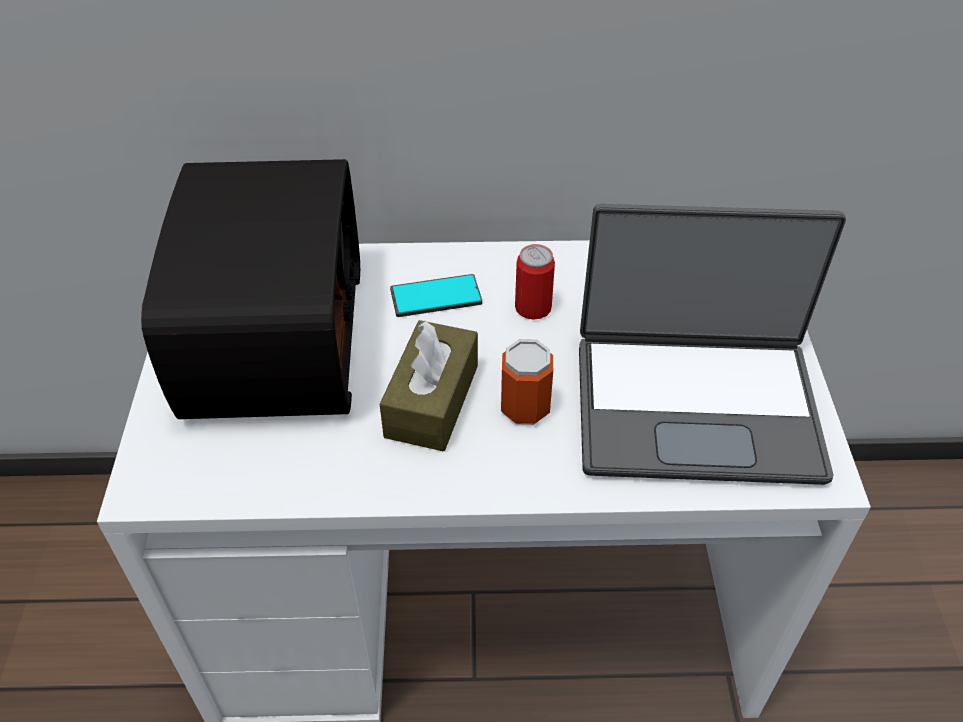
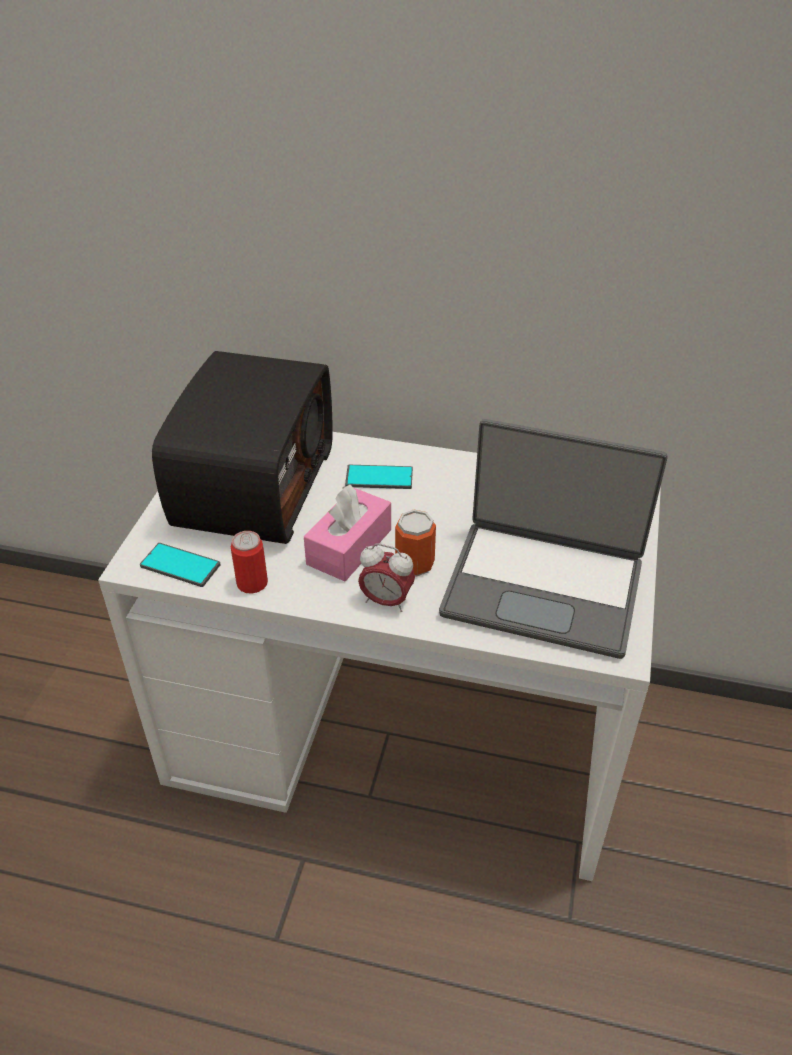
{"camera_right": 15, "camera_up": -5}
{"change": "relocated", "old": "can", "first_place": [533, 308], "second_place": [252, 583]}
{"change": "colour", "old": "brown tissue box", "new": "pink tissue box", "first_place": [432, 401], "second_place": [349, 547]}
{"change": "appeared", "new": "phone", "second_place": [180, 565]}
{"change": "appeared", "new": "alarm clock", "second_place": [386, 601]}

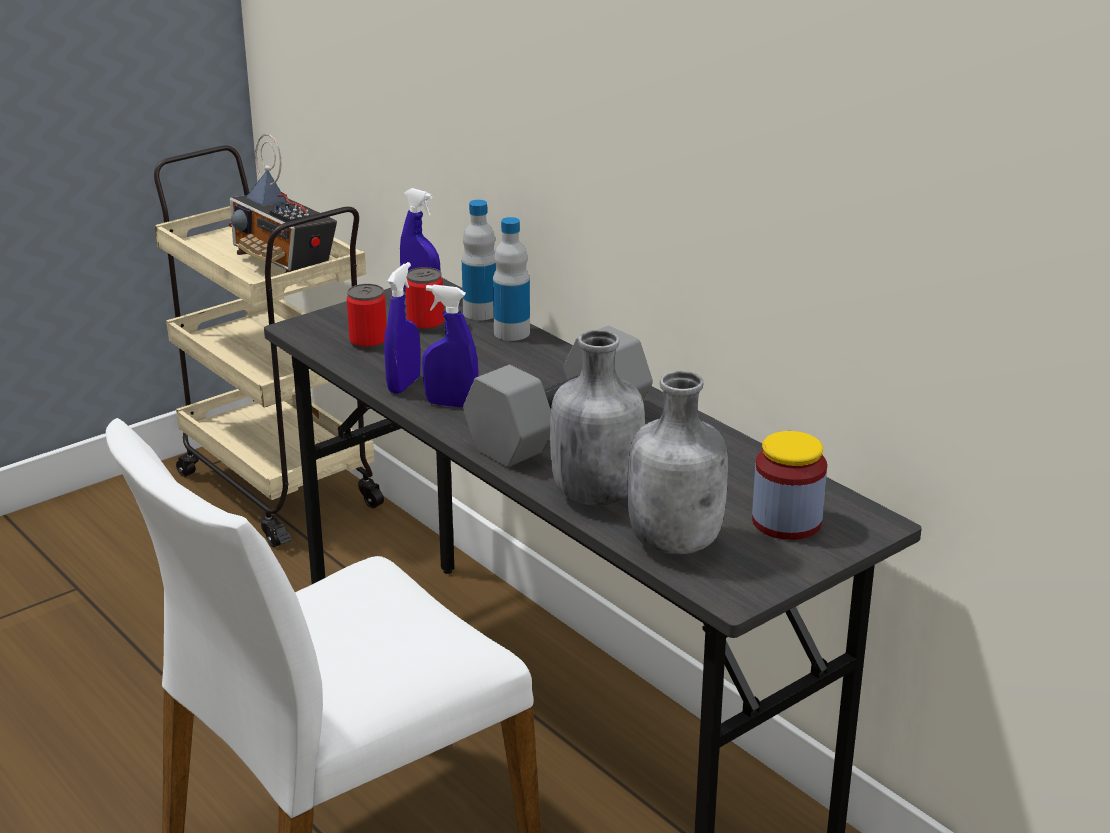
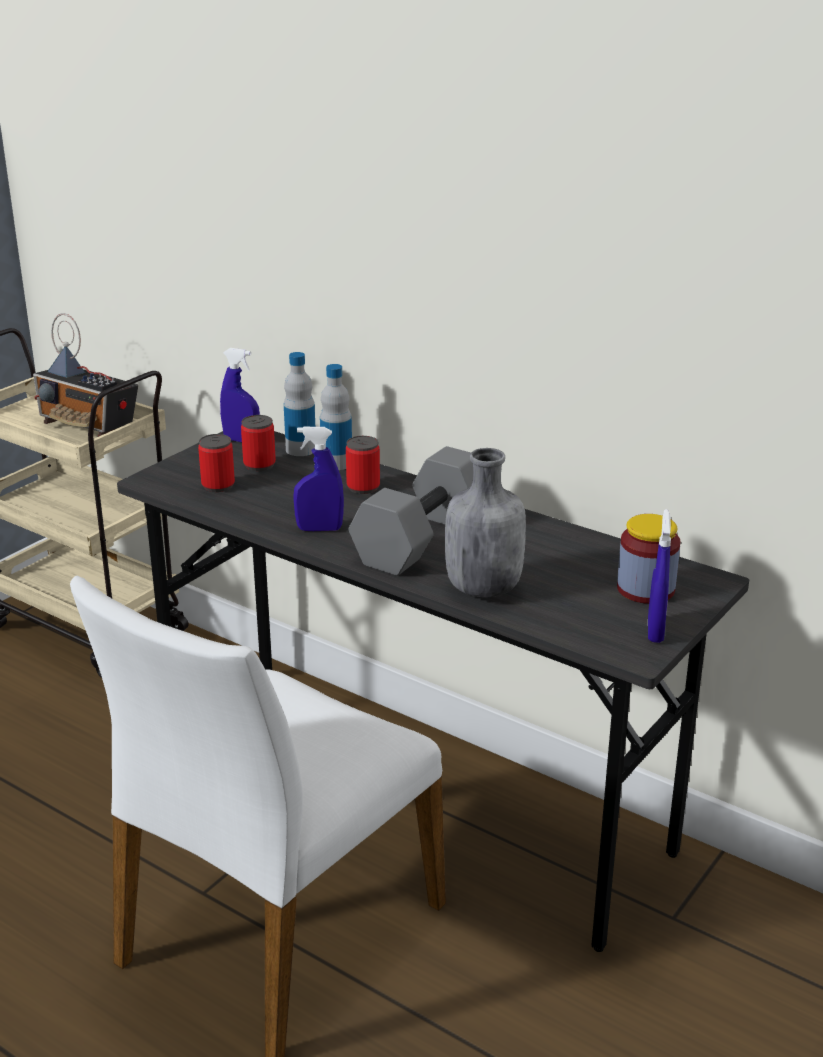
{"camera_right": -15, "camera_up": 0}
{"change": "relocated", "old": "blue spray bottle", "first_place": [404, 385], "second_place": [655, 631]}
{"change": "missing", "old": "grey bottle", "first_place": [676, 542]}
{"change": "appeared", "new": "can", "second_place": [363, 487]}

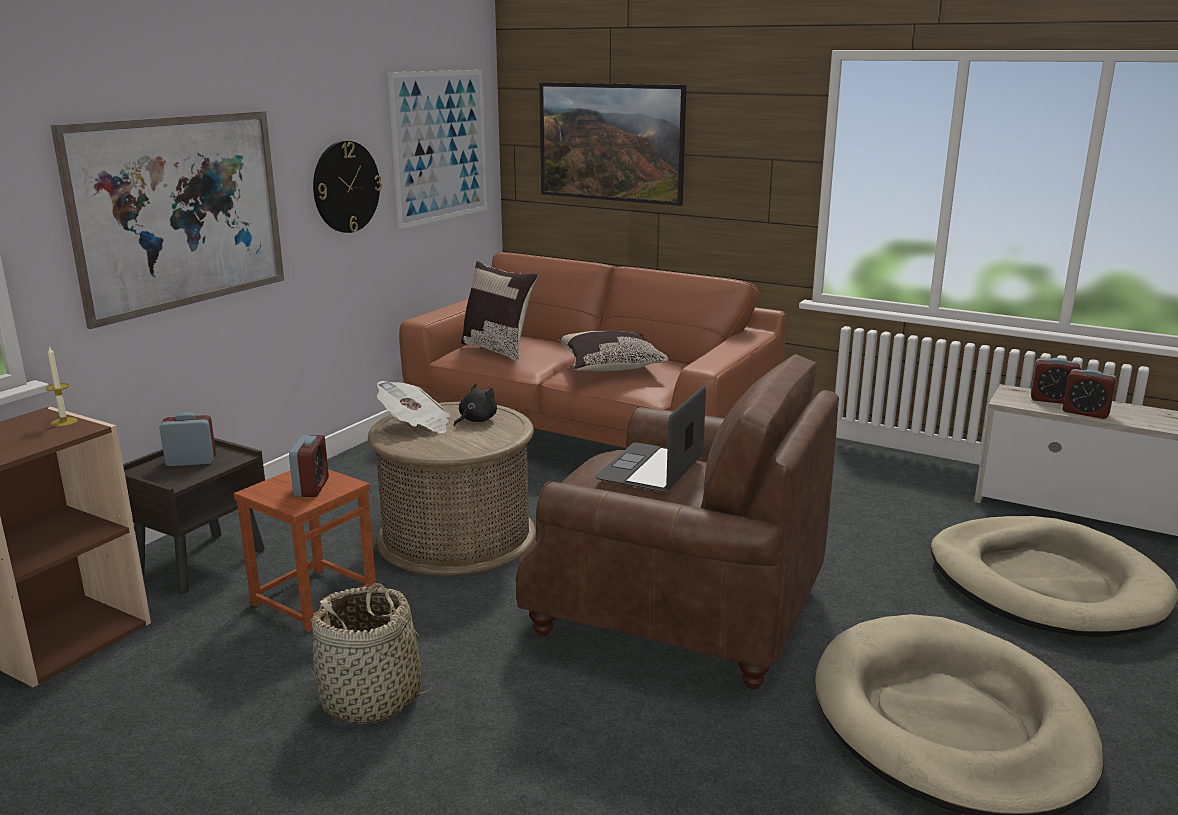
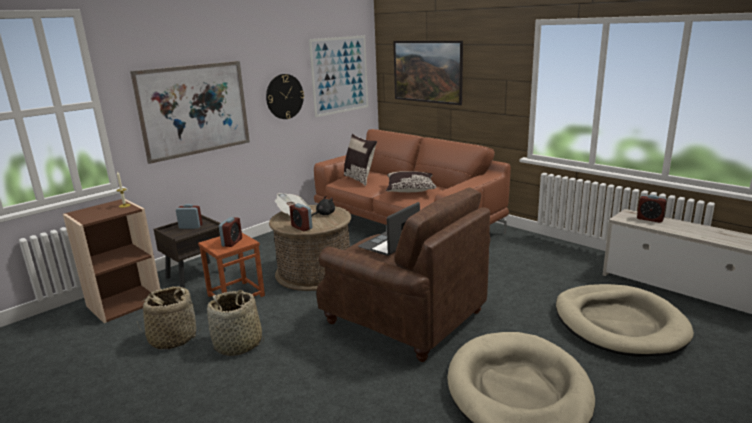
{"camera_right": 15, "camera_up": 0}
{"change": "relocated", "old": "alarm clock", "first_place": [1085, 413], "second_place": [301, 227]}
{"change": "appeared", "new": "basket", "second_place": [173, 338]}

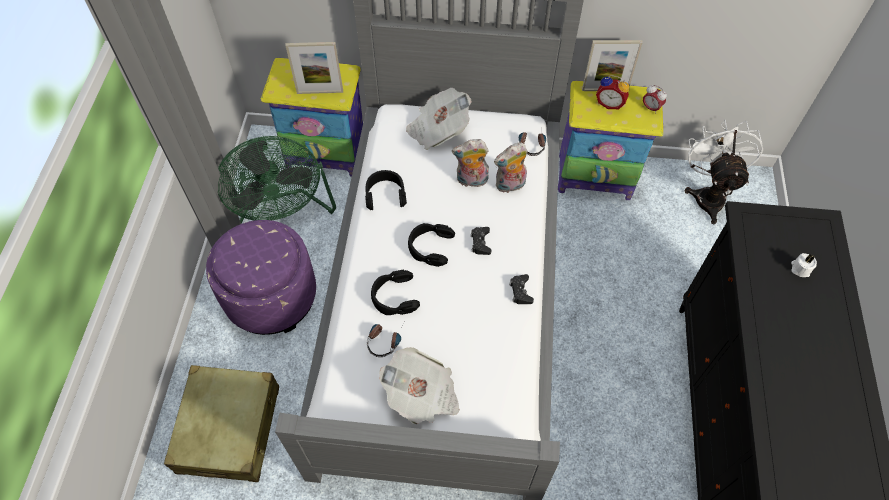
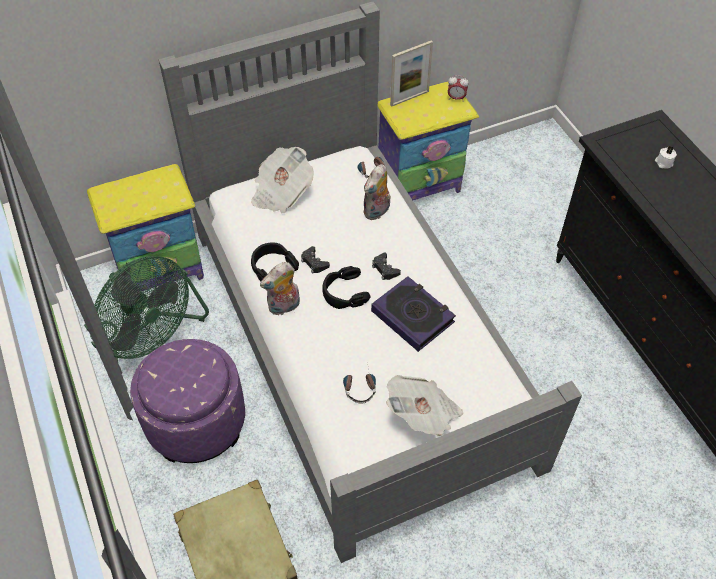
{"camera_right": -30, "camera_up": -5}
{"change": "missing", "old": "picture frame", "first_place": [320, 92]}
{"change": "missing", "old": "alarm clock", "first_place": [610, 103]}
{"change": "missing", "old": "white fan", "first_place": [708, 195]}
{"change": "relocated", "old": "plush toy", "first_place": [471, 181], "second_place": [284, 307]}
{"change": "missing", "old": "black headphones", "first_place": [394, 297]}
{"change": "relocated", "old": "black game controller", "first_place": [520, 291], "second_place": [314, 262]}
{"change": "appeared", "new": "book", "second_place": [413, 316]}

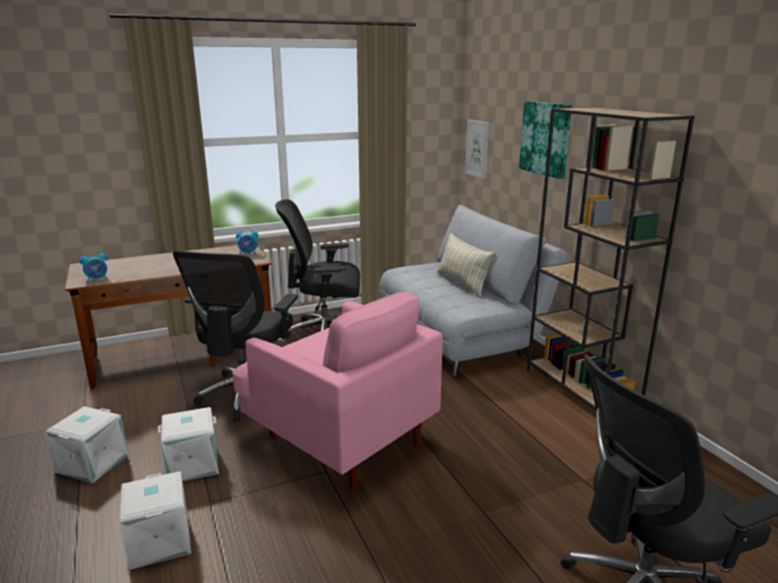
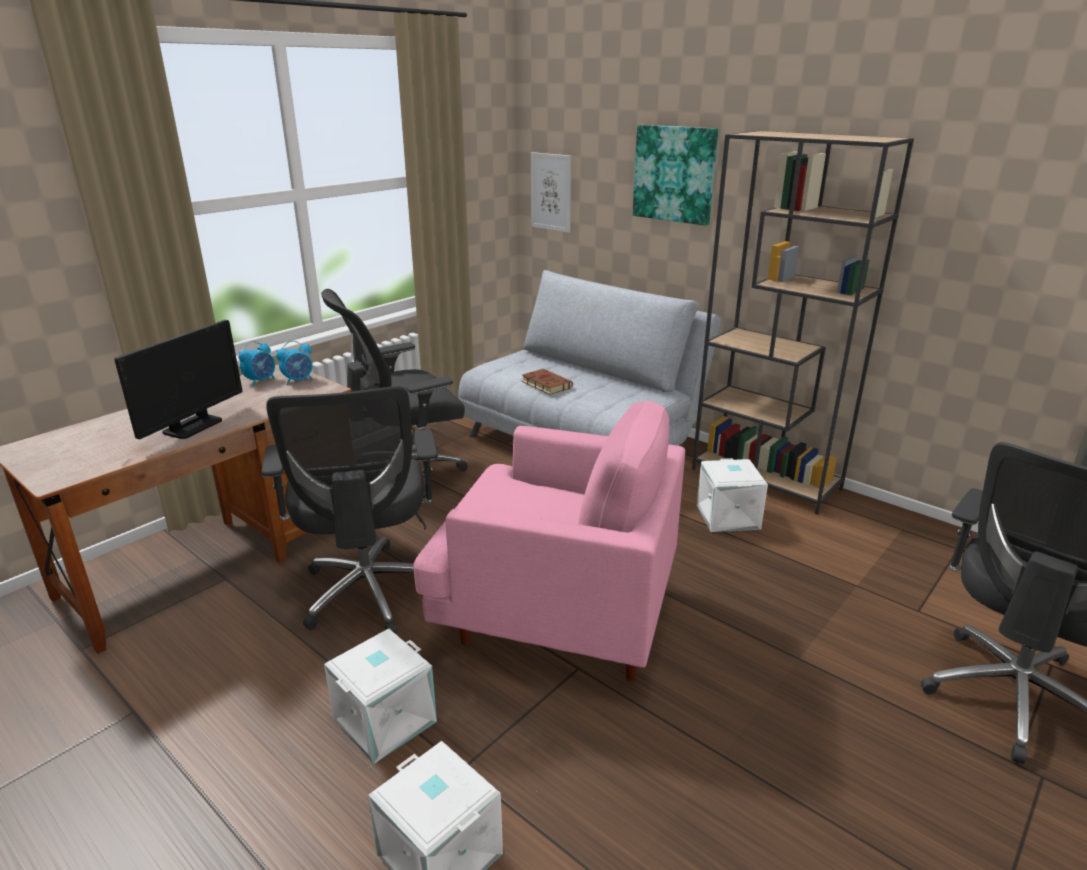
{"camera_right": -25, "camera_up": 5}
{"change": "missing", "old": "pillow", "first_place": [462, 283]}
{"change": "relocated", "old": "alarm clock", "first_place": [97, 279], "second_place": [261, 380]}
{"change": "relocated", "old": "white storage box", "first_place": [92, 463], "second_place": [726, 516]}
{"change": "appeared", "new": "monitor", "second_place": [192, 426]}
{"change": "appeared", "new": "brown book", "second_place": [545, 384]}

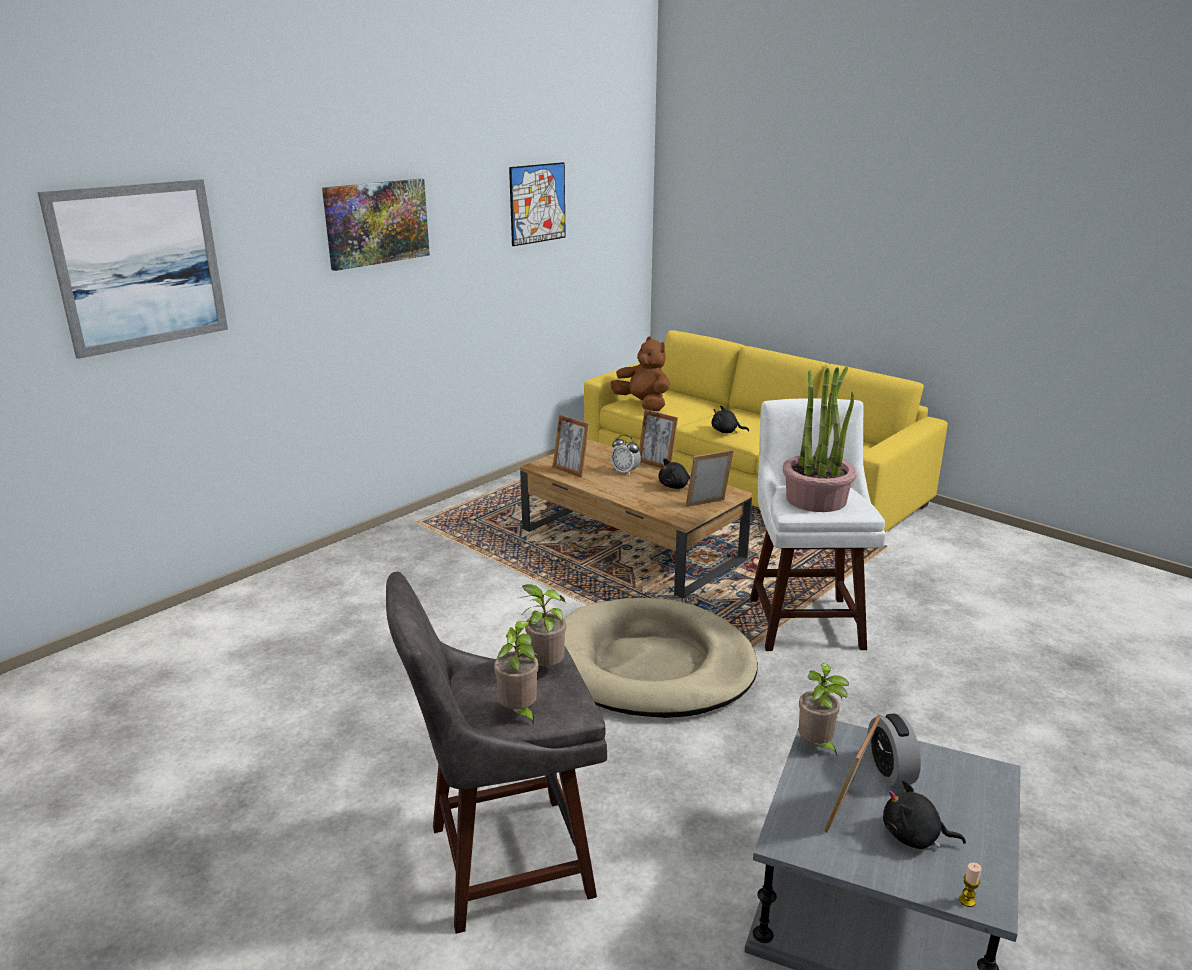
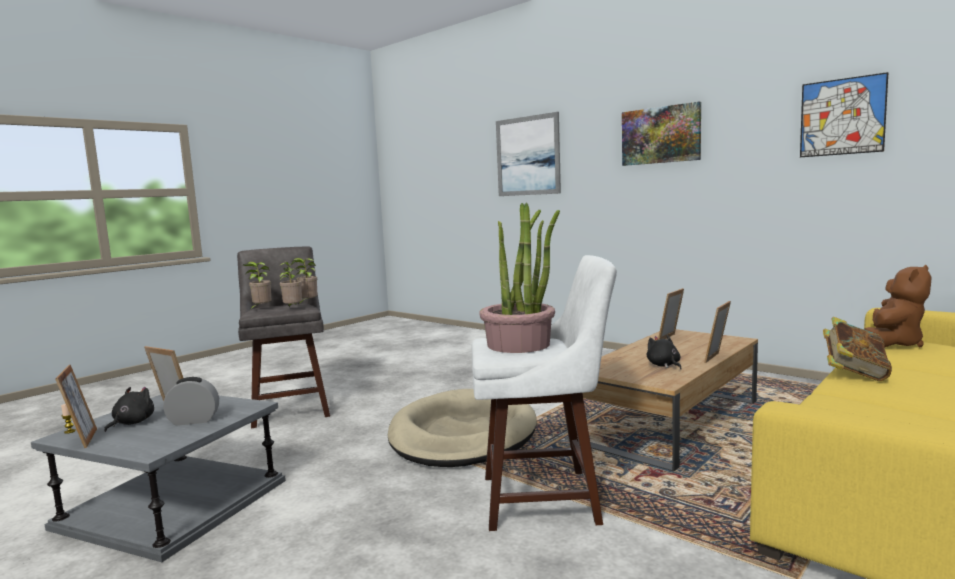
{"camera_right": 90, "camera_up": -15}
{"change": "exchanged", "old": "black plush toy", "new": "book", "first_place": [726, 432], "second_place": [854, 374]}
{"change": "missing", "old": "alarm clock", "first_place": [625, 472]}
{"change": "relocated", "old": "picture frame", "first_place": [707, 505], "second_place": [82, 439]}
{"change": "relocated", "old": "potted plant", "first_place": [816, 746], "second_place": [307, 303]}

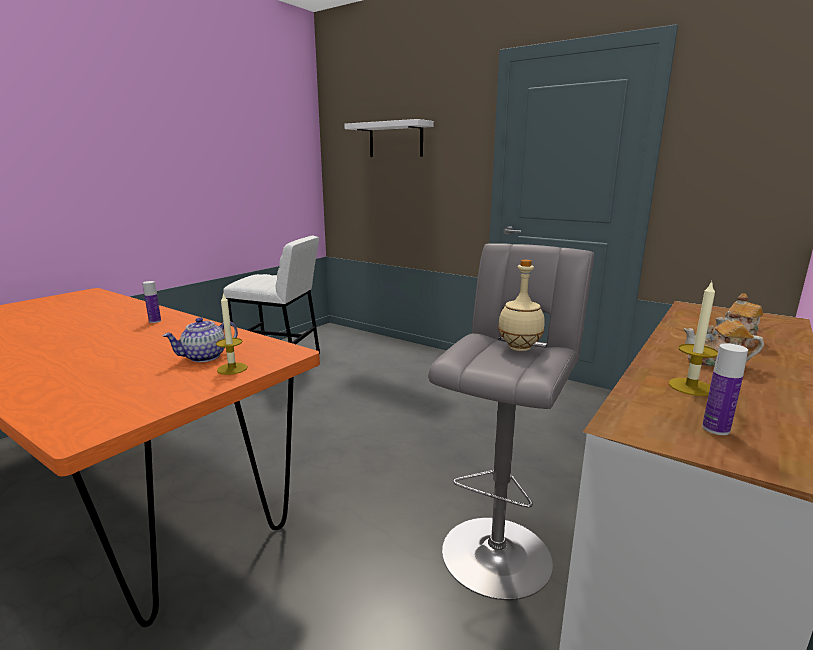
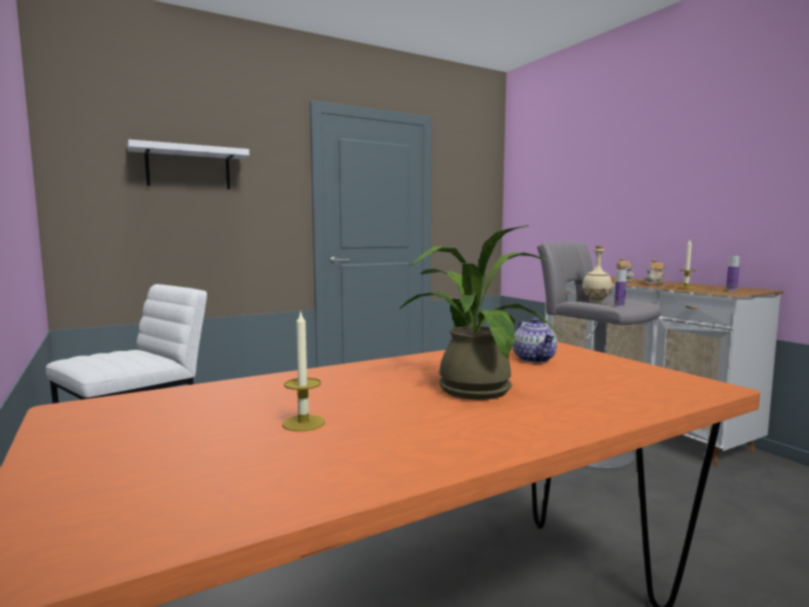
{"camera_right": -65, "camera_up": -10}
{"change": "relocated", "old": "bottle", "first_place": [155, 321], "second_place": [619, 306]}
{"change": "relocated", "old": "candle", "first_place": [232, 368], "second_place": [303, 423]}
{"change": "appeared", "new": "potted plant", "second_place": [470, 387]}

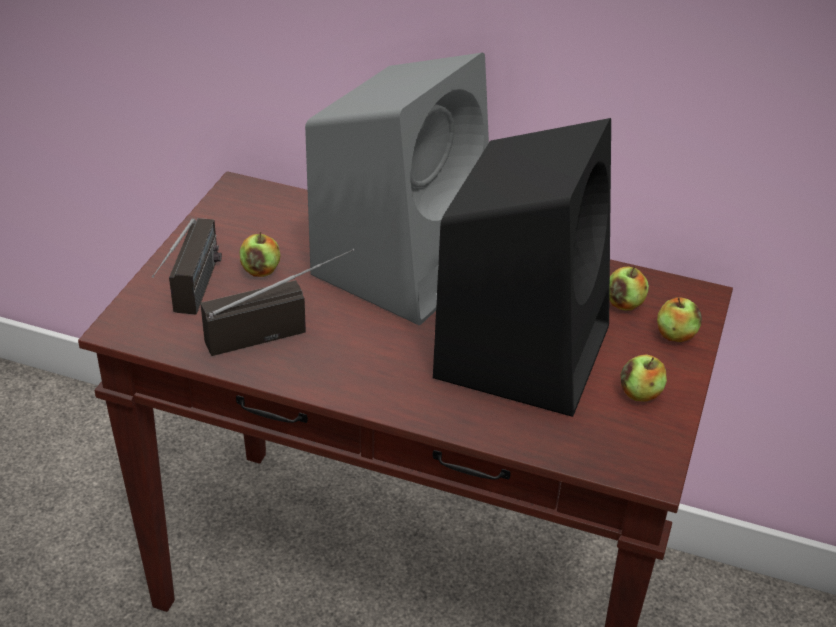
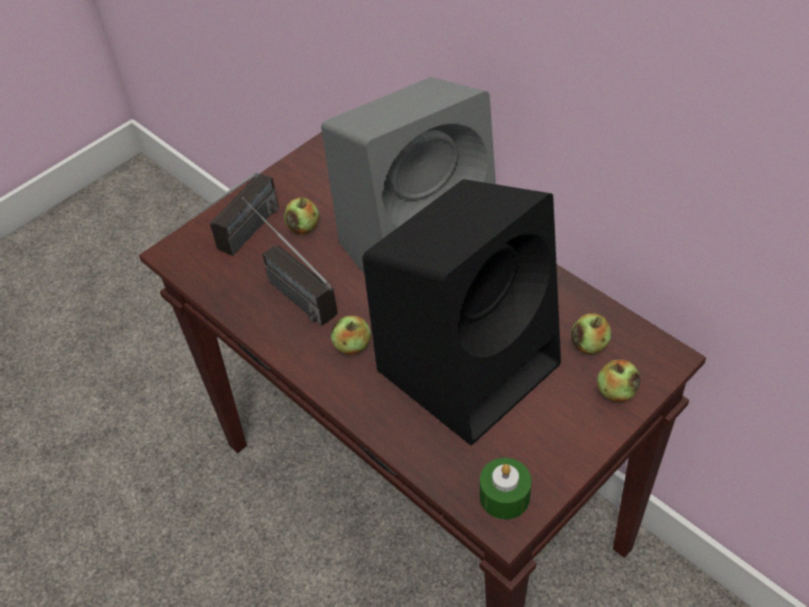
{"camera_right": 30, "camera_up": 10}
{"change": "spun", "old": "radio", "first_place": [280, 329], "second_place": [286, 287], "degrees": -135}
{"change": "relocated", "old": "apple", "first_place": [640, 393], "second_place": [352, 346]}
{"change": "appeared", "new": "green candle", "second_place": [504, 496]}

